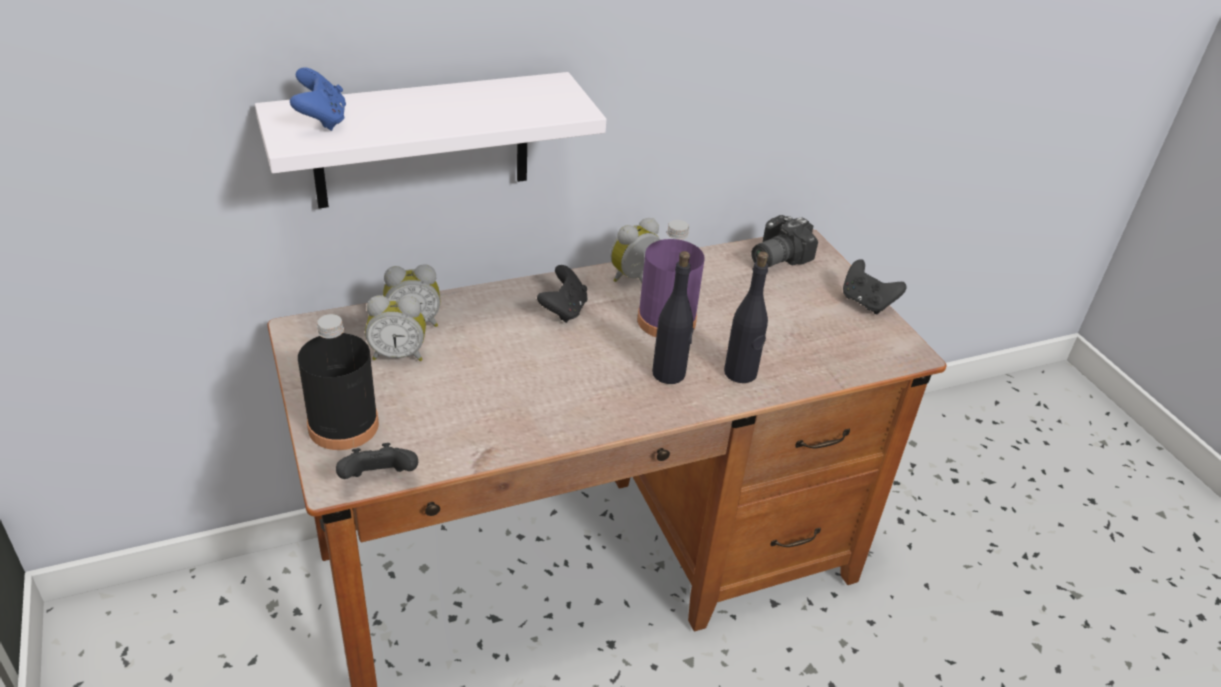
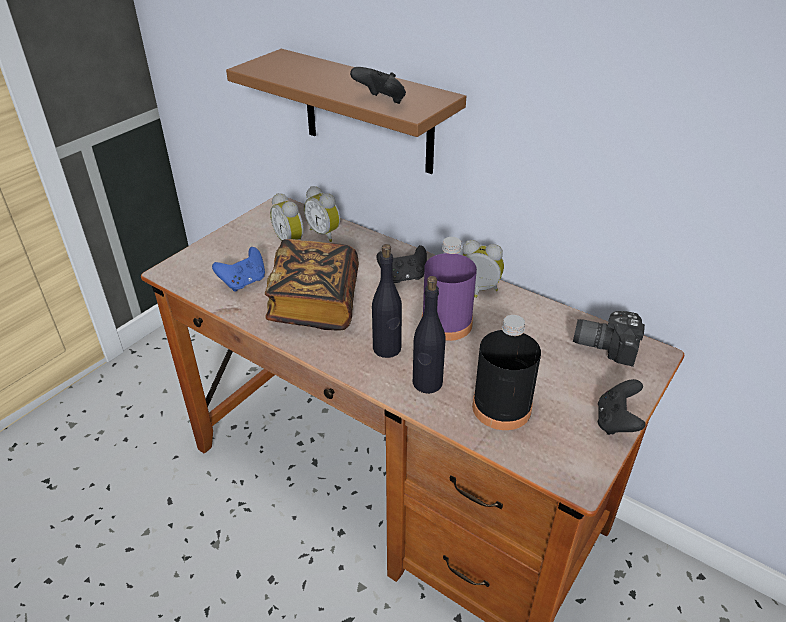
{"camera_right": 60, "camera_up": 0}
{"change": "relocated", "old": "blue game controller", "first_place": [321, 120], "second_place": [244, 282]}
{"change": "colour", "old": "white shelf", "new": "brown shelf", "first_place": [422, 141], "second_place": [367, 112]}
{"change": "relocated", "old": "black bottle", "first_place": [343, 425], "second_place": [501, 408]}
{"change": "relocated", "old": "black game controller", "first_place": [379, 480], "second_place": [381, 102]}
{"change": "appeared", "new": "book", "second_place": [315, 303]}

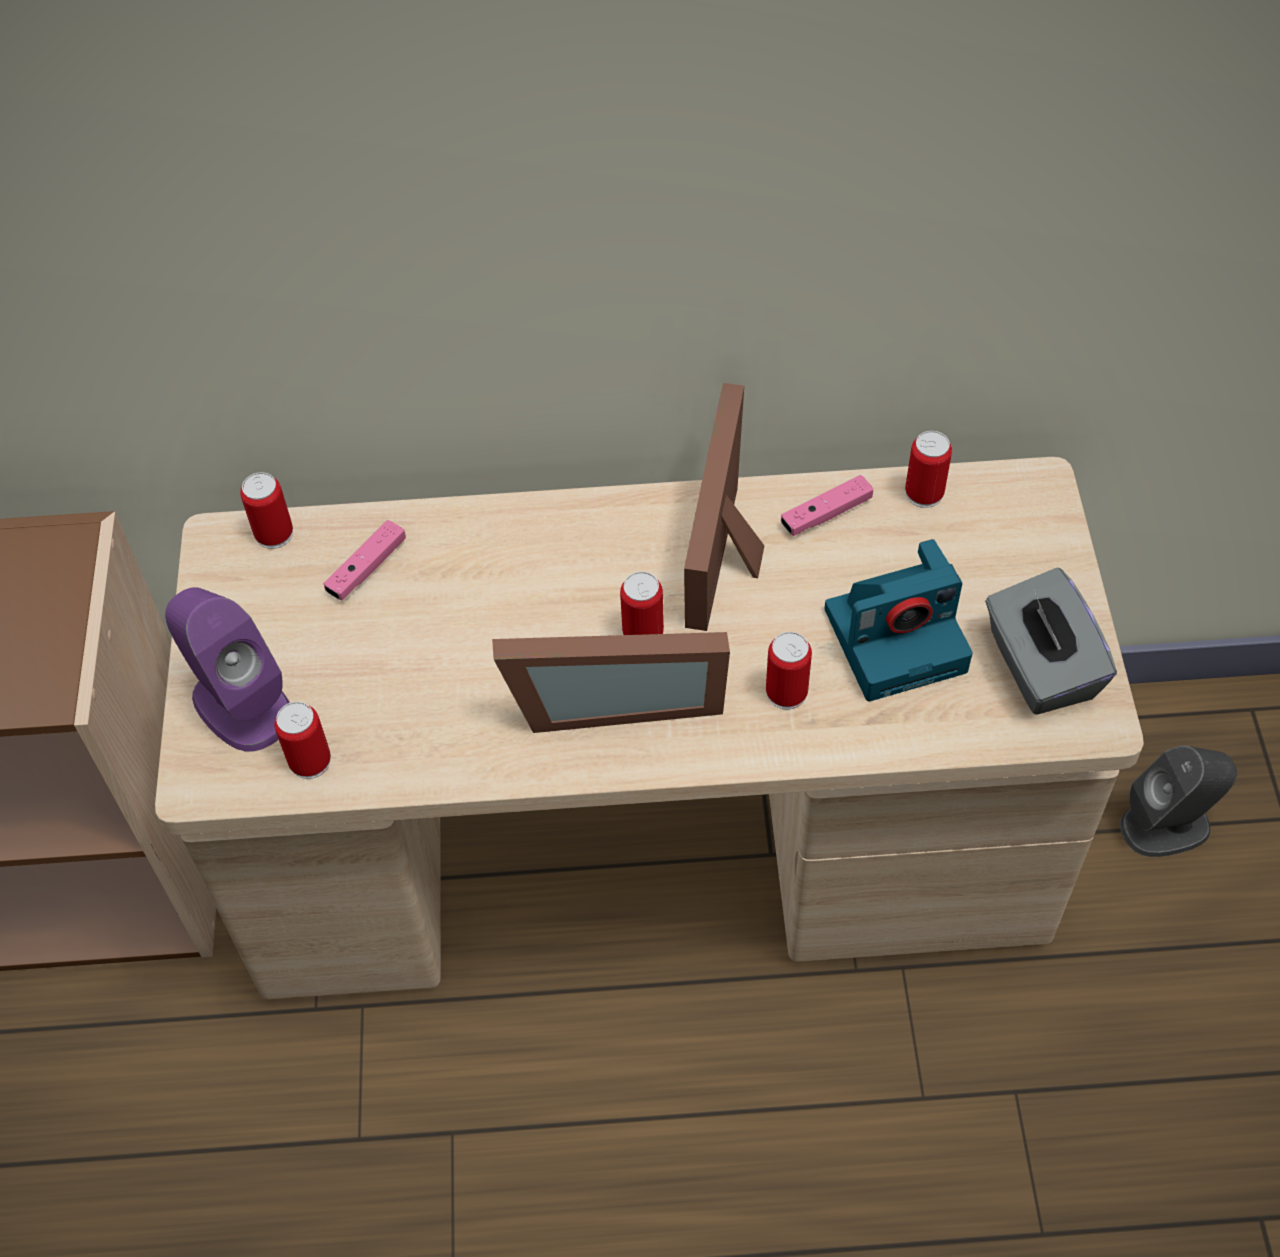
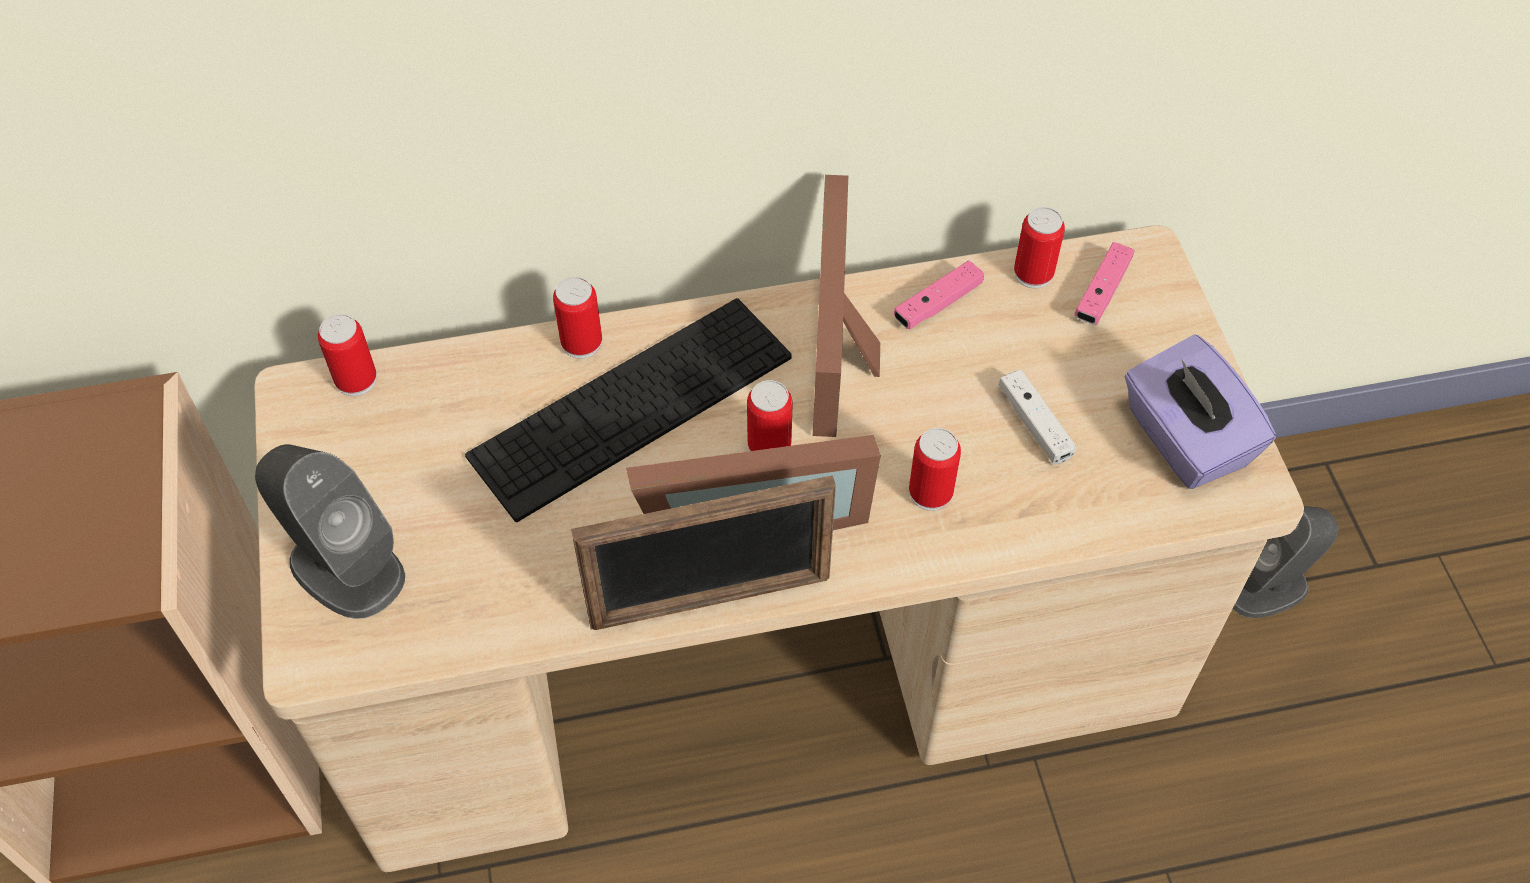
{"camera_right": -10, "camera_up": 0}
{"change": "relocated", "old": "pink game controller", "first_place": [367, 568], "second_place": [1102, 292]}
{"change": "exchanged", "old": "photo camera", "new": "white game controller", "first_place": [897, 638], "second_place": [1034, 424]}
{"change": "colour", "old": "grey tissue box", "new": "purple tissue box", "first_place": [1039, 667], "second_place": [1184, 440]}
{"change": "colour", "old": "purple speaker", "new": "grey speaker", "first_place": [241, 704], "second_place": [346, 567]}
{"change": "relocated", "old": "can", "first_place": [310, 761], "second_place": [581, 343]}
{"change": "appeared", "new": "keyboard", "second_place": [632, 406]}
{"change": "appeared", "new": "picture frame", "second_place": [710, 600]}

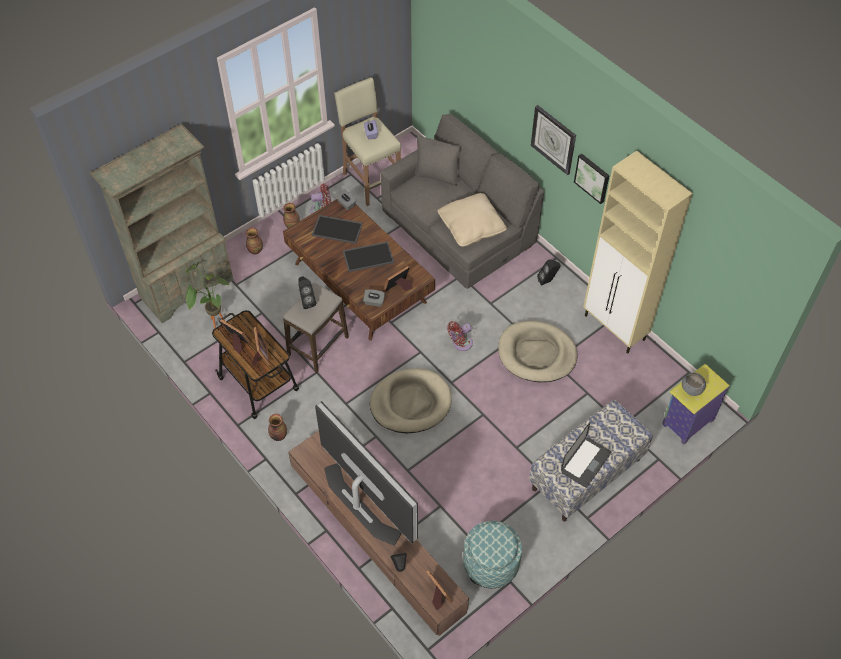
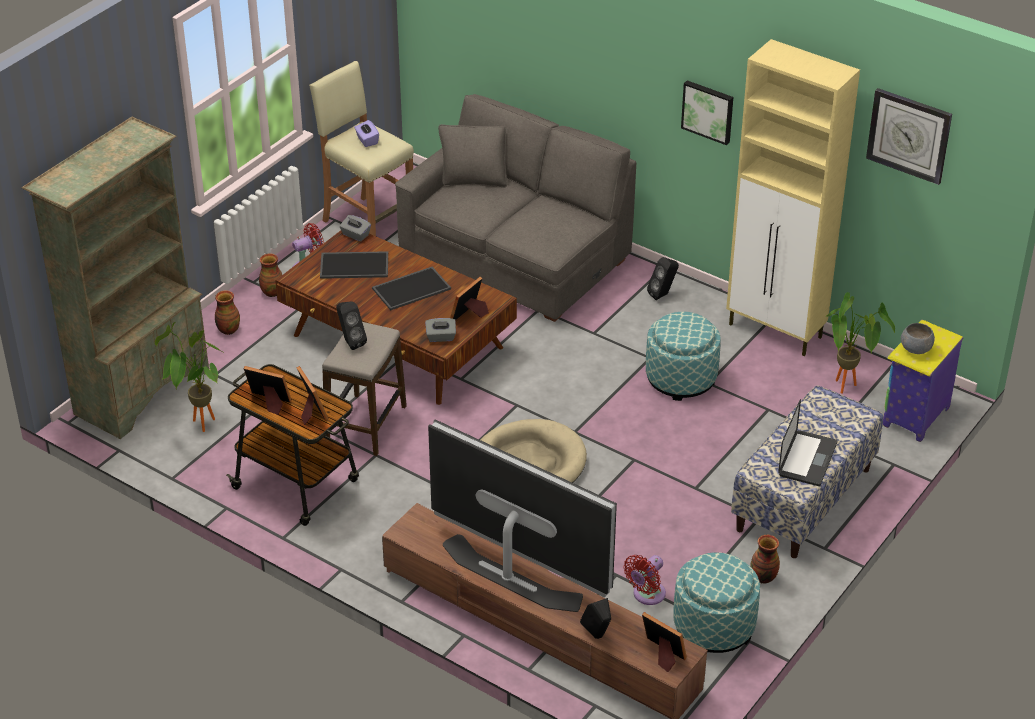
{"camera_right": -15, "camera_up": -15}
{"change": "relocated", "old": "wall clock", "first_place": [553, 139], "second_place": [909, 135]}
{"change": "missing", "old": "beige pillow", "first_place": [471, 227]}
{"change": "relocated", "old": "red fan", "first_place": [460, 343], "second_place": [646, 595]}
{"change": "exchanged", "old": "beige dog bed", "new": "ottoman", "first_place": [536, 354], "second_place": [681, 378]}
{"change": "relocated", "old": "vase", "first_place": [278, 436], "second_place": [763, 577]}
{"change": "appeared", "new": "potted plant", "second_place": [847, 389]}

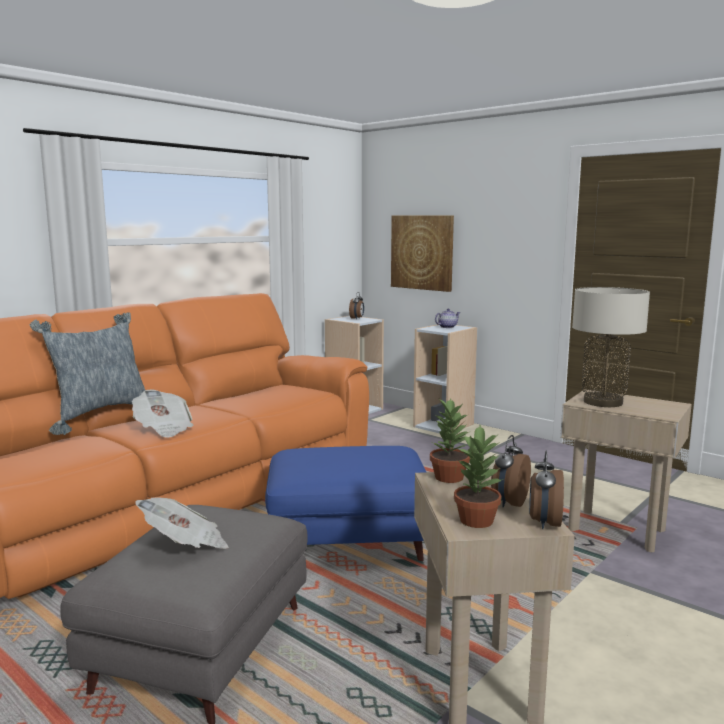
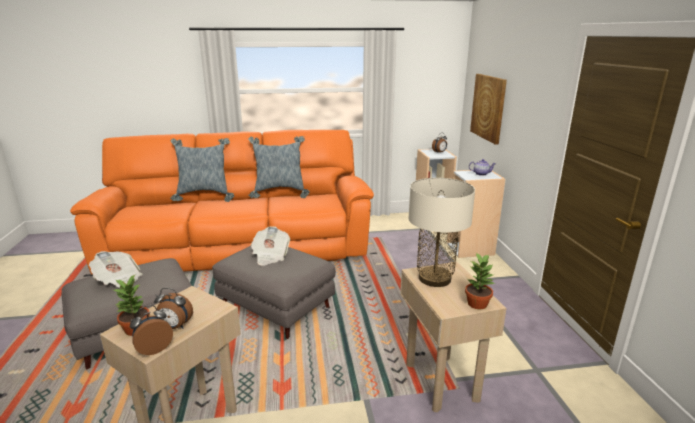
{"camera_right": 40, "camera_up": 10}
{"change": "relocated", "old": "newspaper", "first_place": [163, 429], "second_place": [270, 256]}
{"change": "relocated", "old": "potted plant", "first_place": [448, 477], "second_place": [477, 303]}
{"change": "spun", "old": "alarm clock", "first_place": [508, 502], "second_place": [175, 327], "degrees": -150}
{"change": "colour", "old": "blue ottoman", "new": "grey ottoman", "first_place": [347, 541], "second_place": [275, 307]}
{"change": "appeared", "new": "pillow", "second_place": [279, 195]}

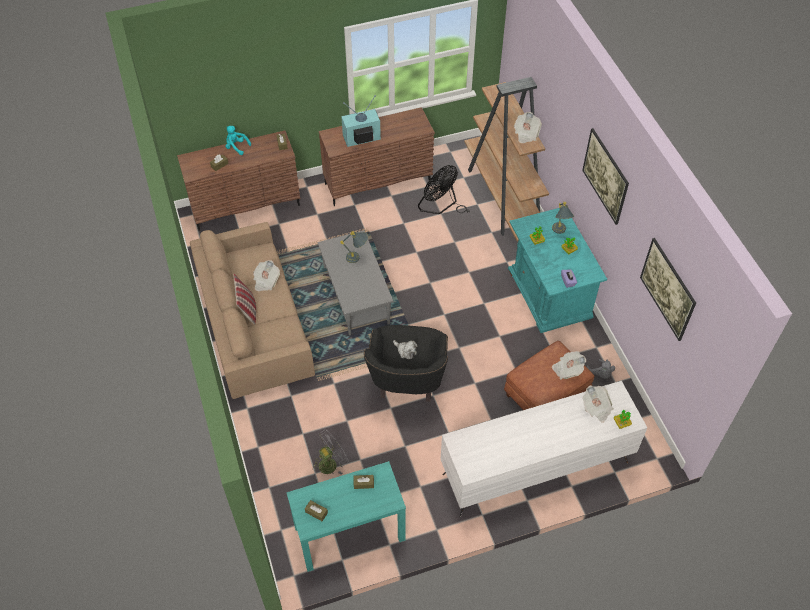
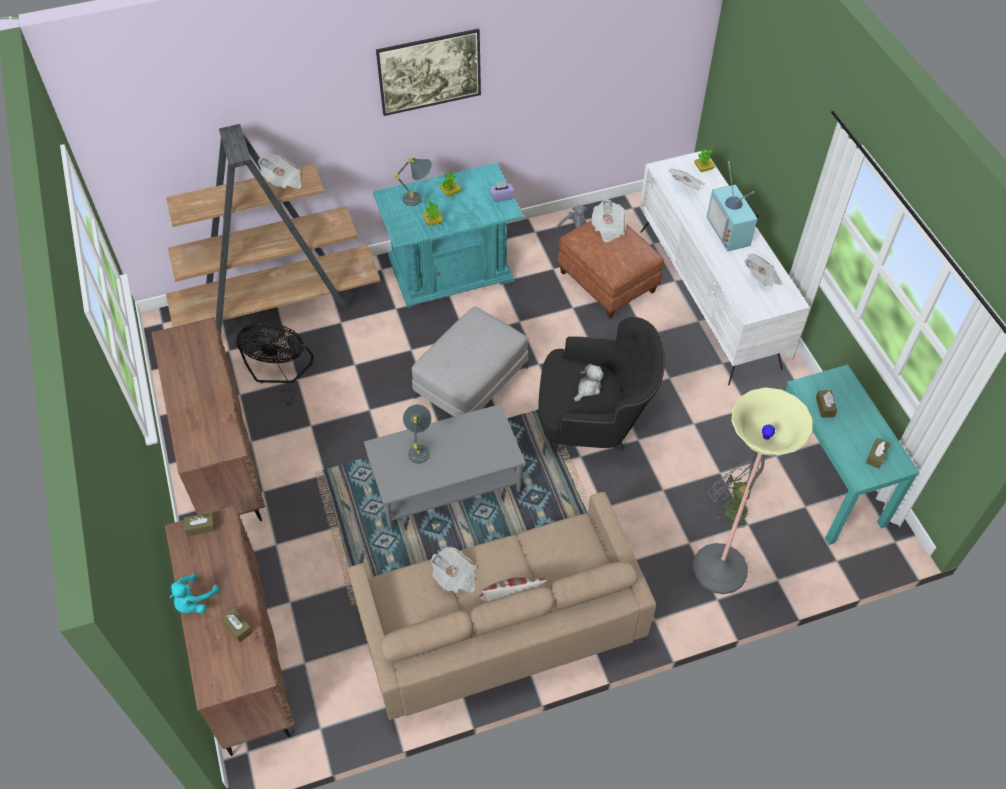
{"camera_right": -90, "camera_up": 0}
{"change": "relocated", "old": "television", "first_place": [361, 138], "second_place": [731, 231]}
{"change": "spun", "old": "black fan", "first_place": [444, 204], "second_place": [279, 375], "degrees": 135}
{"change": "missing", "old": "picture", "first_place": [664, 298]}
{"change": "appeared", "new": "newspaper", "second_place": [761, 278]}
{"change": "appeared", "new": "grey ottoman", "second_place": [470, 381]}
{"change": "appeared", "new": "floor lamp", "second_place": [719, 569]}

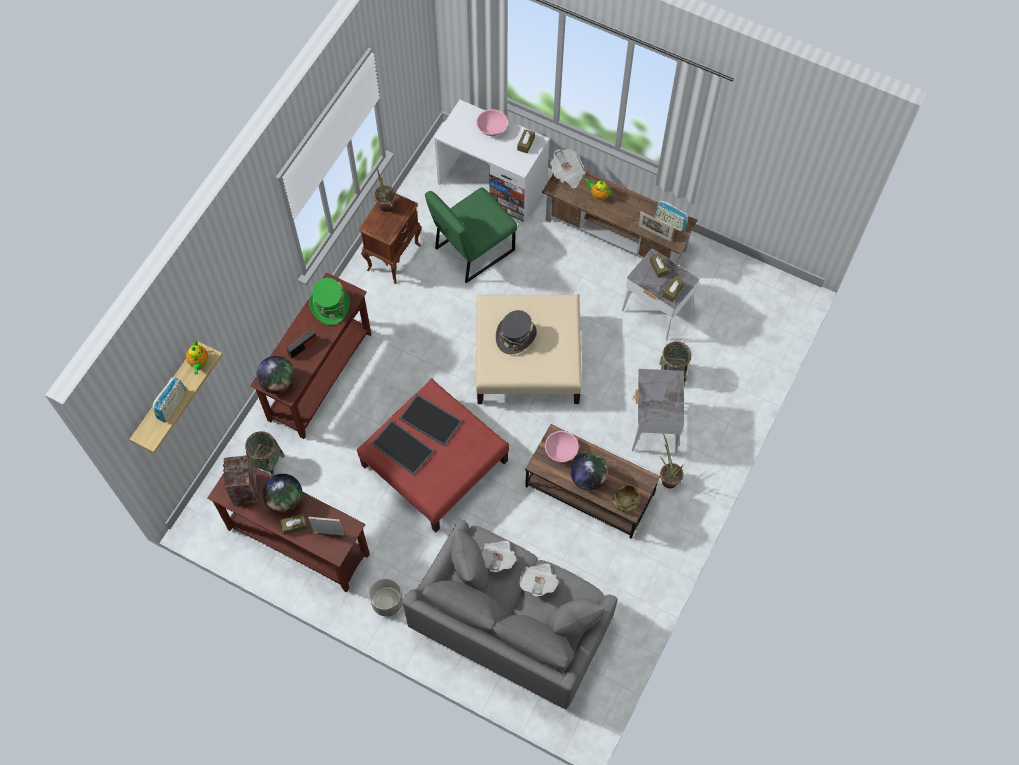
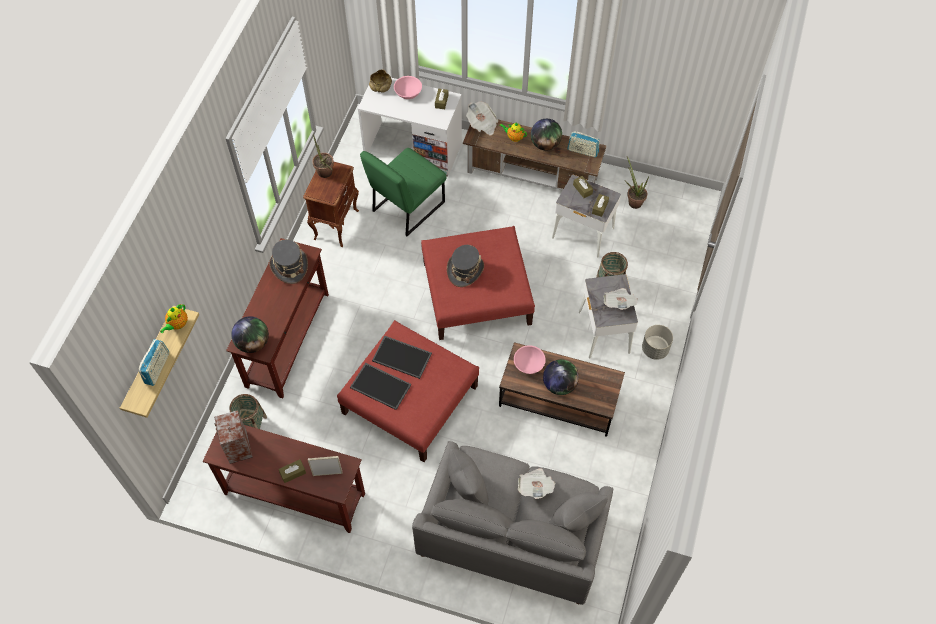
{"camera_right": -10, "camera_up": -5}
{"change": "missing", "old": "picture frame", "first_place": [654, 233]}
{"change": "colour", "old": "green hat", "new": "grey hat", "first_place": [330, 305], "second_place": [289, 266]}
{"change": "colour", "old": "beige ottoman", "new": "red ottoman", "first_place": [528, 358], "second_place": [477, 292]}
{"change": "missing", "old": "radio", "first_place": [303, 347]}
{"change": "spun", "old": "teapot", "first_place": [199, 362], "second_place": [177, 325], "degrees": 45}
{"change": "relocated", "old": "potted plant", "first_place": [667, 477], "second_place": [633, 201]}
{"change": "relocated", "old": "globe", "first_place": [285, 500], "second_place": [545, 144]}
{"change": "relocated", "old": "beige bowl", "first_place": [625, 502], "second_place": [380, 87]}
{"change": "relocated", "old": "newspaper", "first_place": [497, 558], "second_place": [619, 303]}
{"change": "relocated", "old": "grey planter", "first_place": [387, 602], "second_place": [654, 349]}

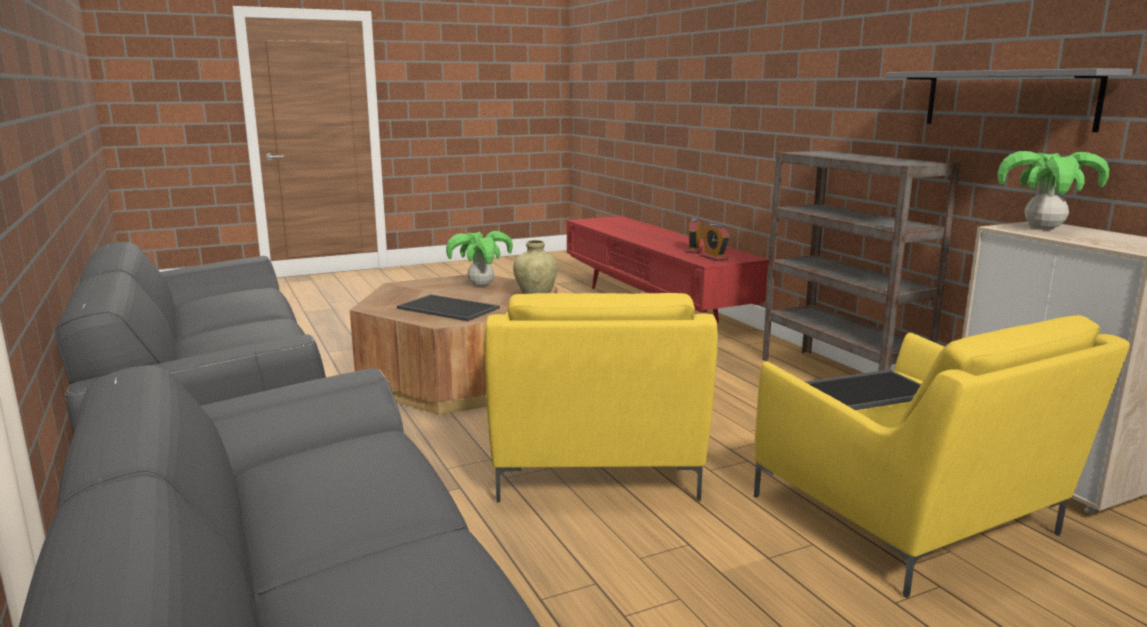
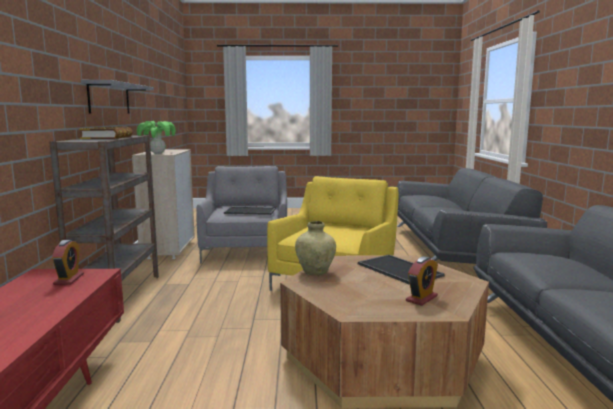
{"camera_right": -155, "camera_up": -5}
{"change": "relocated", "old": "alarm clock", "first_place": [694, 250], "second_place": [421, 298]}
{"change": "missing", "old": "potted plant", "first_place": [481, 285]}
{"change": "colour", "old": "yellow armchair", "new": "grey armchair", "first_place": [909, 521], "second_place": [246, 250]}
{"change": "appeared", "new": "book", "second_place": [107, 137]}

